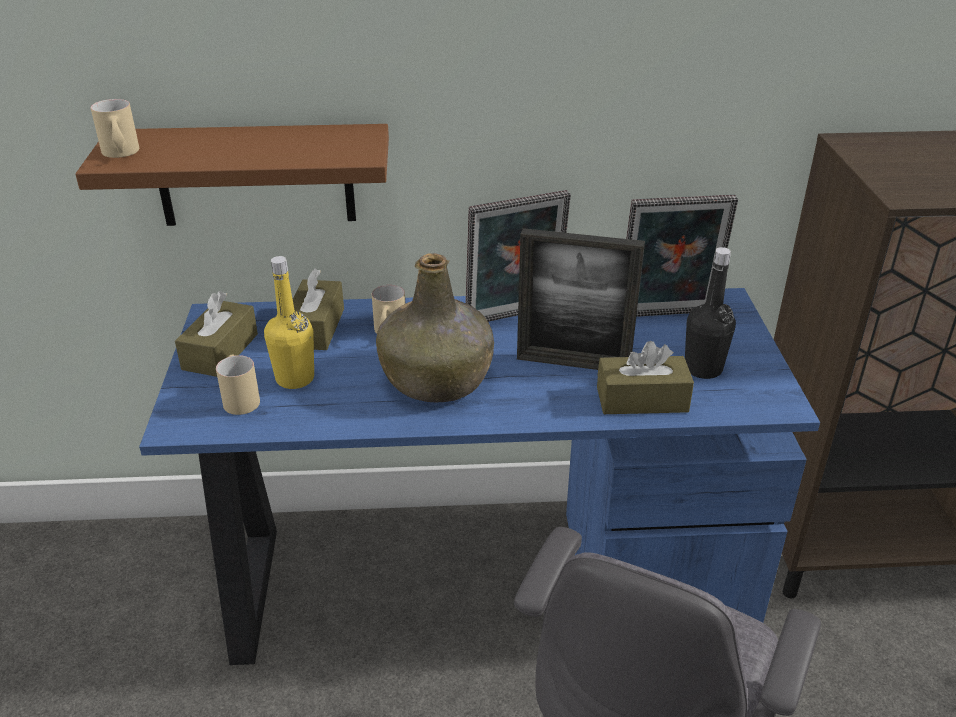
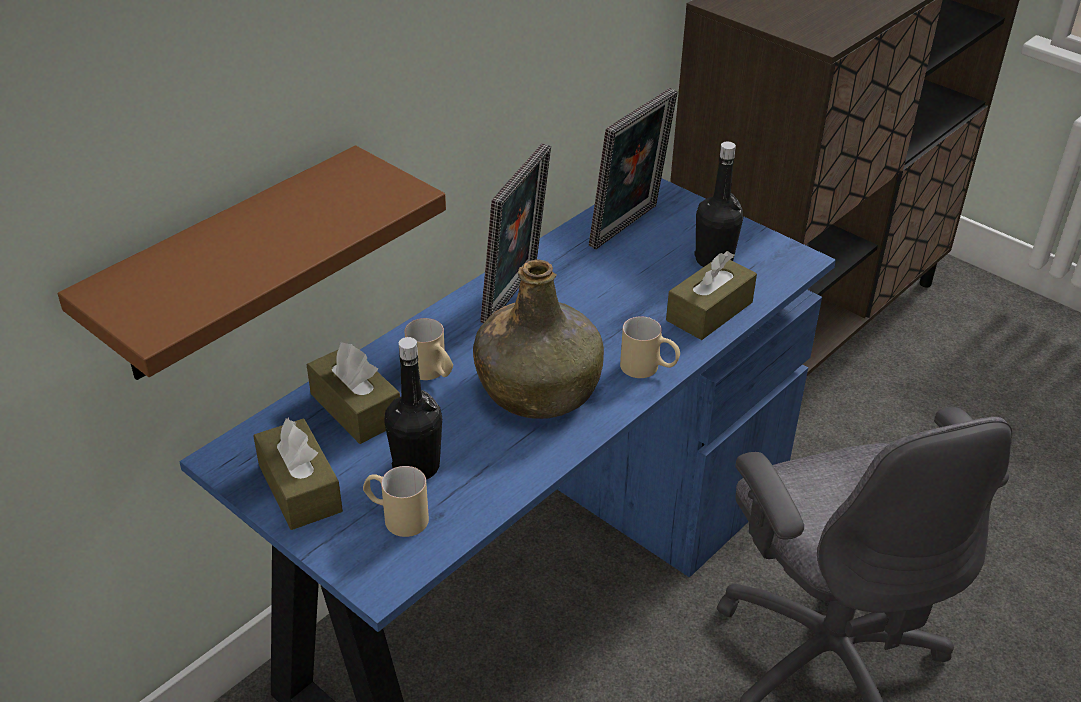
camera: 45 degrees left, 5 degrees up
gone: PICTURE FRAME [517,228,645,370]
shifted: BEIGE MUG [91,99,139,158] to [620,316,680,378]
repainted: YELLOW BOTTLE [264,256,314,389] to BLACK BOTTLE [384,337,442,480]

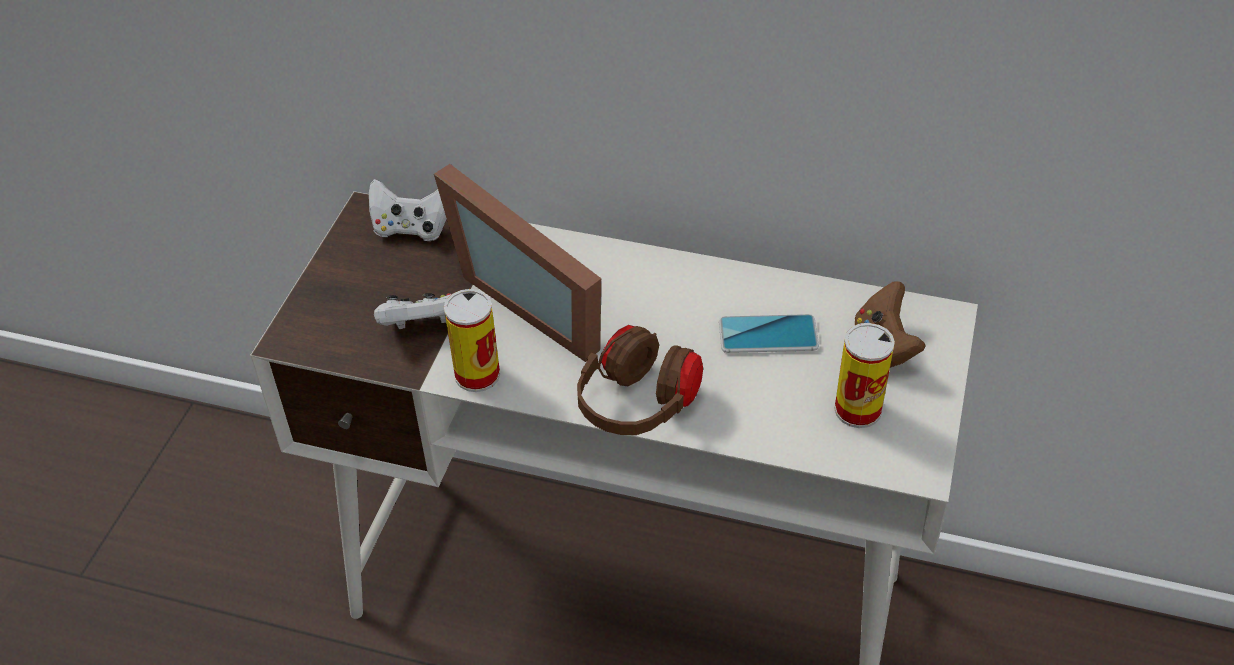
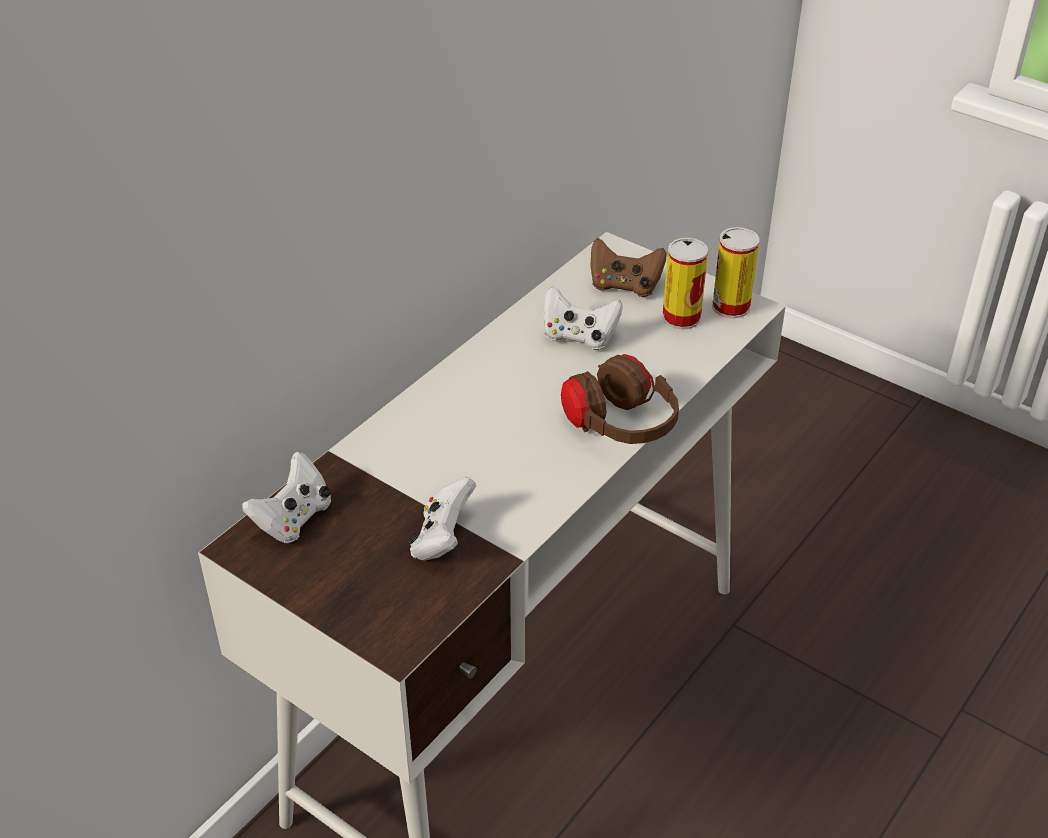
camera: 70 degrees left, 5 degrees down
gone: PICTURE FRAME [434,164,601,362]
shifted: CAN [444,289,500,392] to [712,227,759,318]
swapped: PHONE [719,314,819,353] to WHITE GAME CONTROLLER [543,285,623,350]

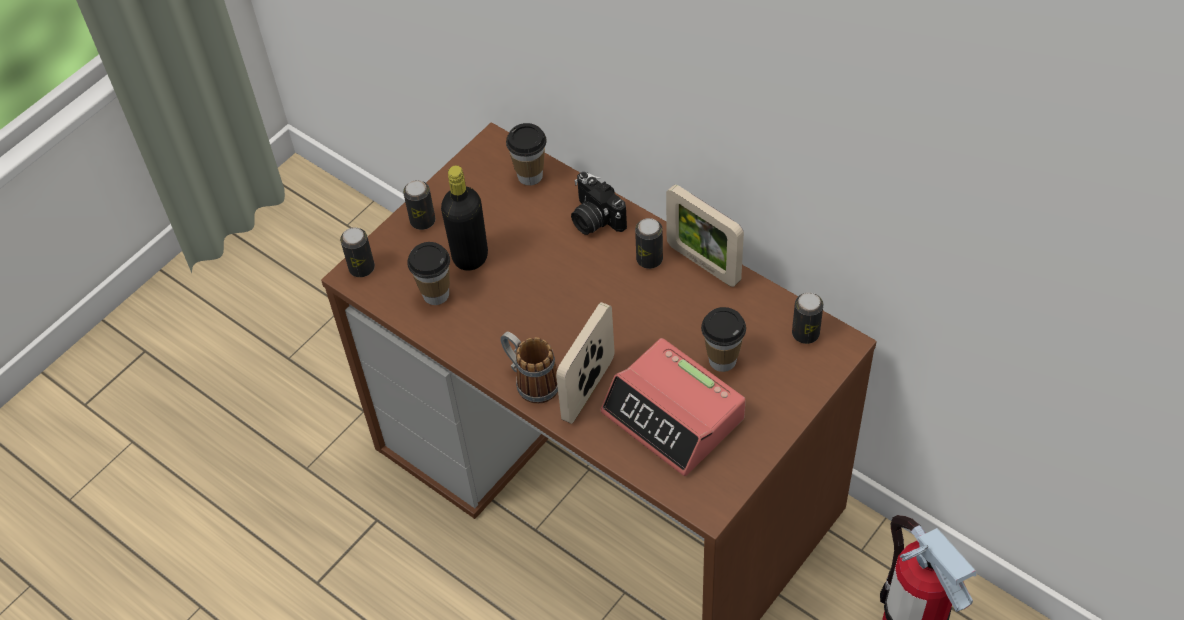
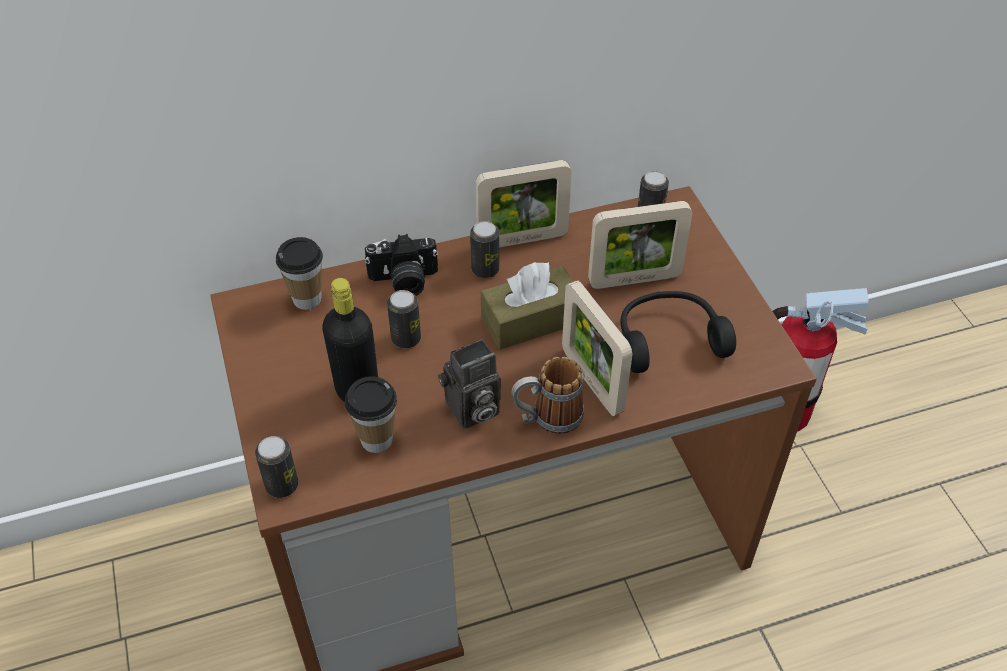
camera: 60 degrees left, 5 degrees down
new: PHOTO CAMERA [438,339,501,429]; BROWN TISSUE BOX [481,262,573,350]
shifted: CAN [403,180,435,230] to [387,290,421,348]
swapped: ALARM CLOCK [600,338,746,476] to BLACK HEADPHONES [621,291,736,373]; CUP [701,307,746,372] to PICTURE FRAME [588,201,692,289]

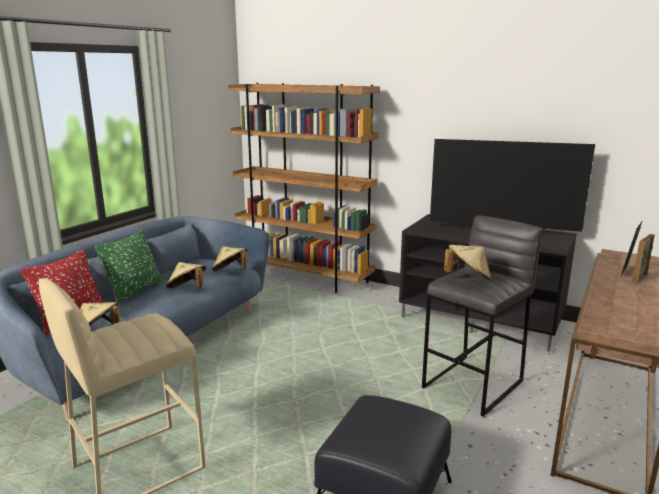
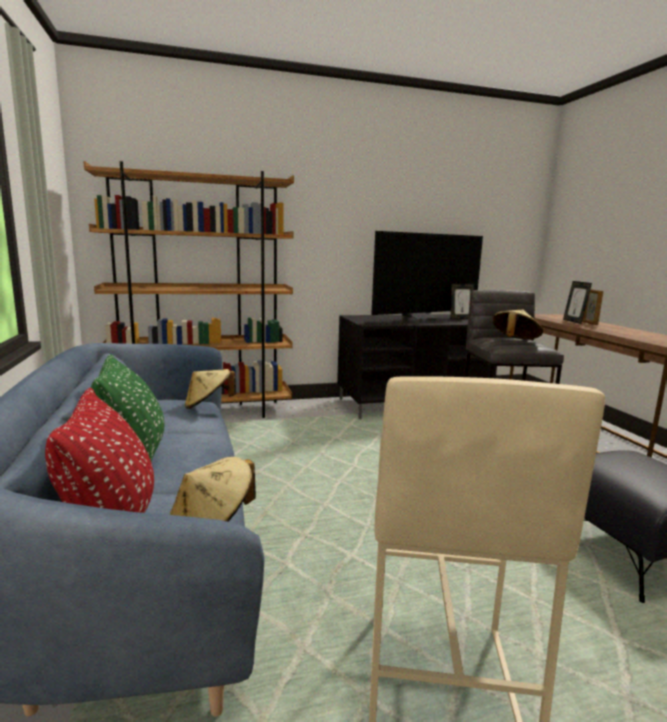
camera: 45 degrees left, 5 degrees down
gone: BEIGE HAT [166,262,206,289]
new: PICTURE FRAME [451,283,474,319]

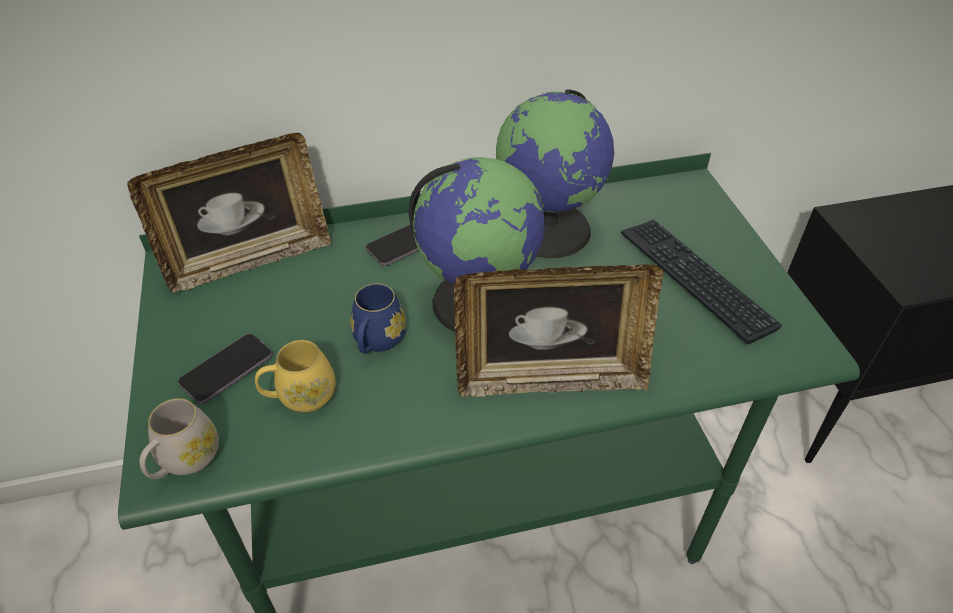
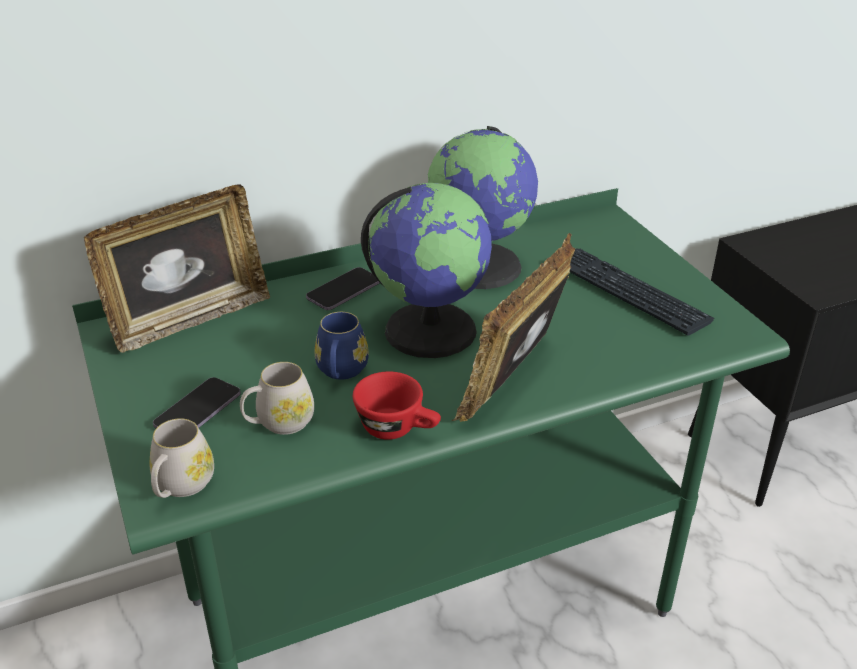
camera: 10 degrees left, 10 degrees down
new: RED CUP [353,371,441,440]
repainted: YELLOW MUG [255,340,336,412] to WHITE MUG [240,362,314,435]
rotated: PICTURE FRAME [453,264,664,397] = [452,233,575,422] 135 degrees clockwise

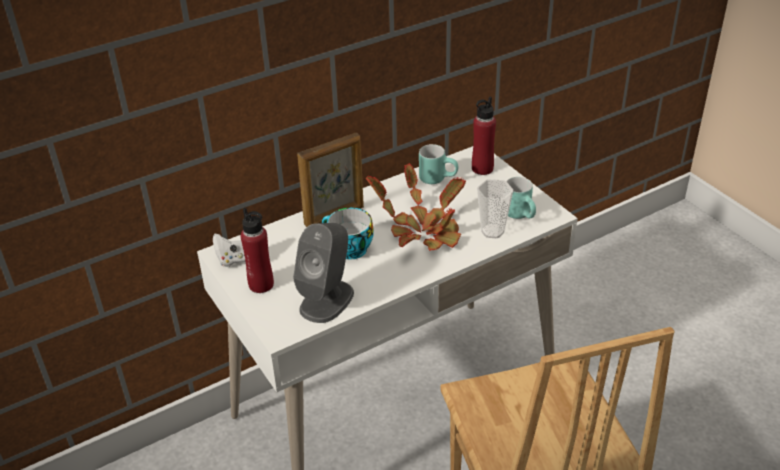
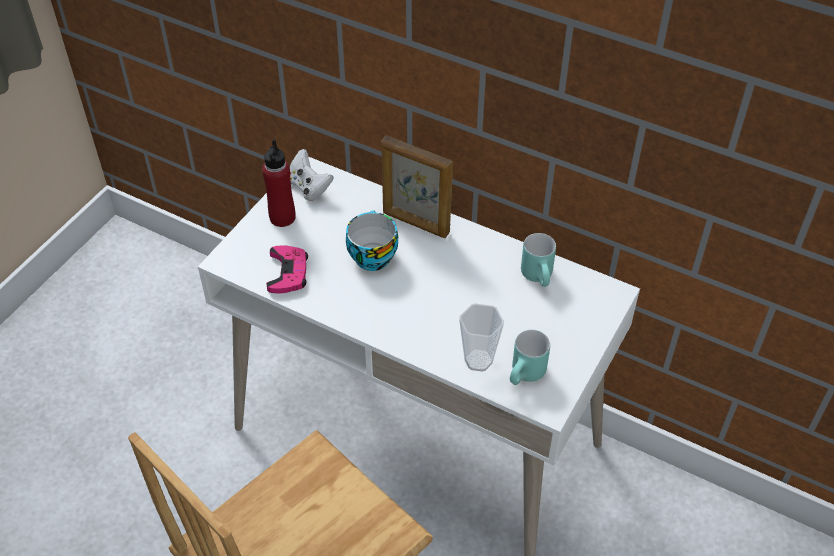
camera: 60 degrees right, 10 degrees up
gone: POTTED PLANT [366,163,466,251]; RED BOTTLE [472,96,496,175]
swapped: GREY SPEAKER [293,223,354,323] to PINK GAME CONTROLLER [266,245,308,293]

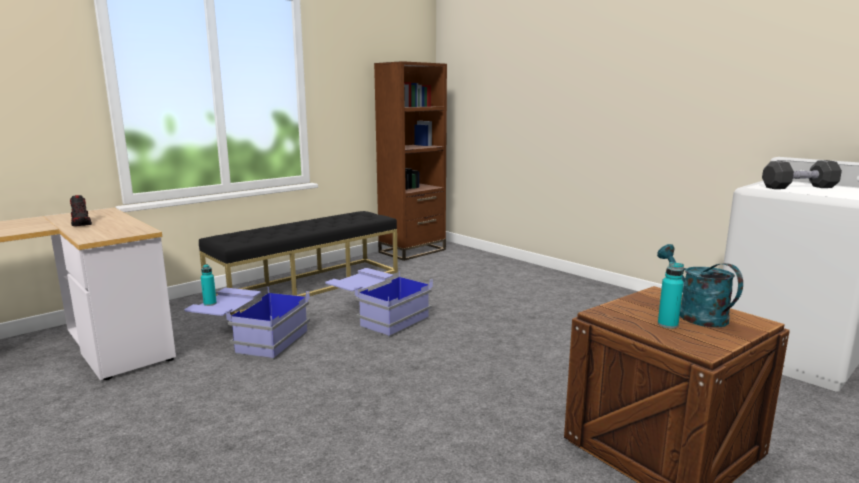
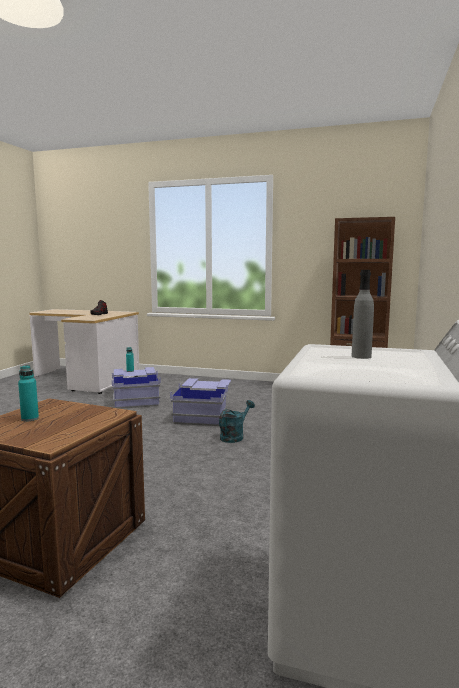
camera: 60 degrees right, 5 degrees down
gone: BLACK BENCH [199,211,398,318]
shifted: TURQUOISE WATERING CAN [657,244,743,327] to [219,400,255,443]
swapped: BLACK DUMBBELL [762,160,842,189] to GREY BOTTLE [351,270,374,359]

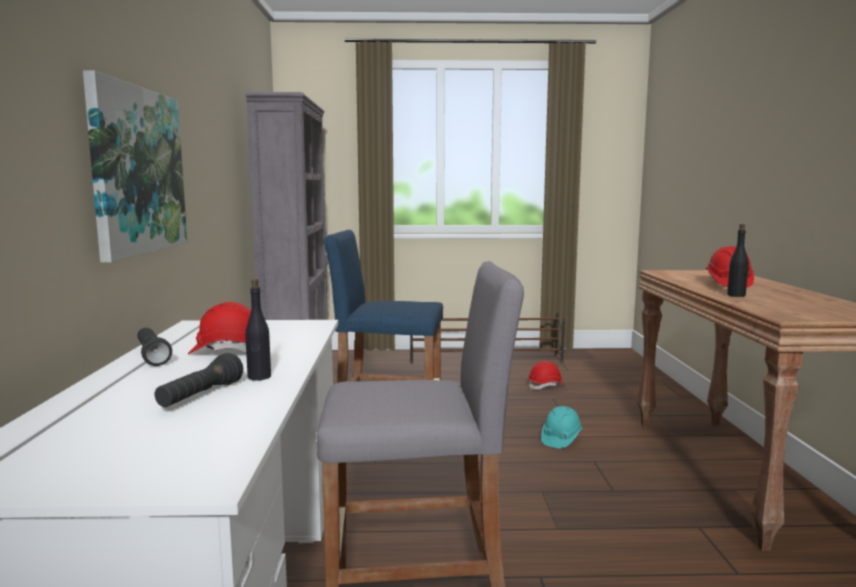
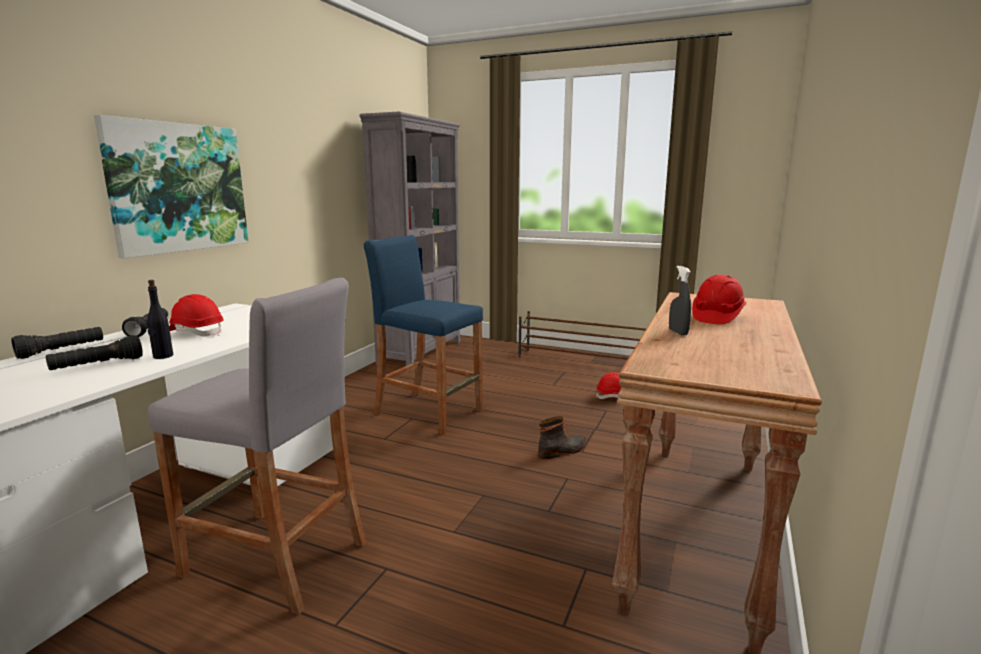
camera: 25 degrees right, 5 degrees up
new: BLACK FLASHLIGHT [11,327,103,359]
swapped: TURQUOISE HARD HAT [541,406,582,448] to BOOT [538,416,586,459]; BLACK BOTTLE [727,224,749,297] to GREY SPRAY BOTTLE [669,266,691,336]

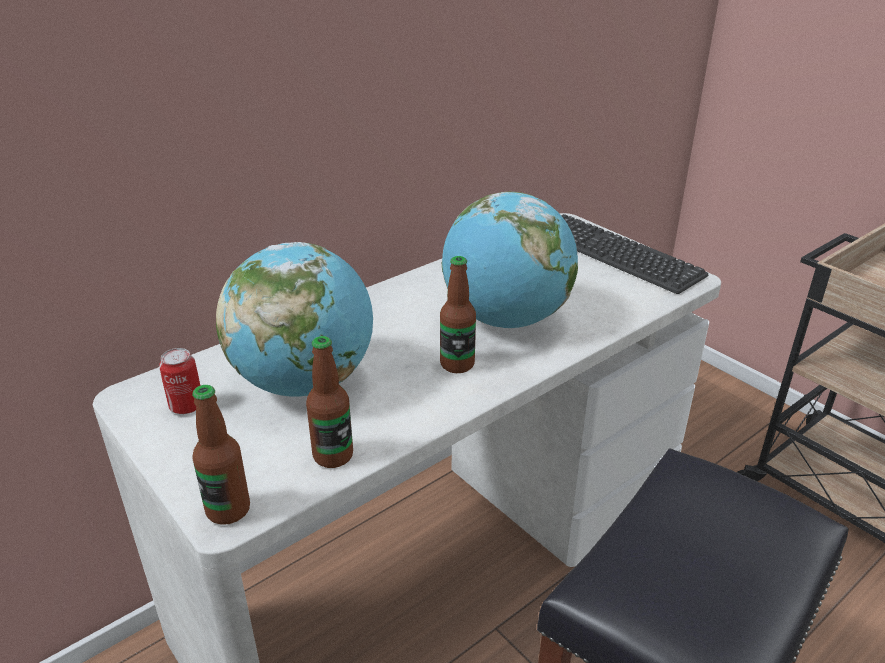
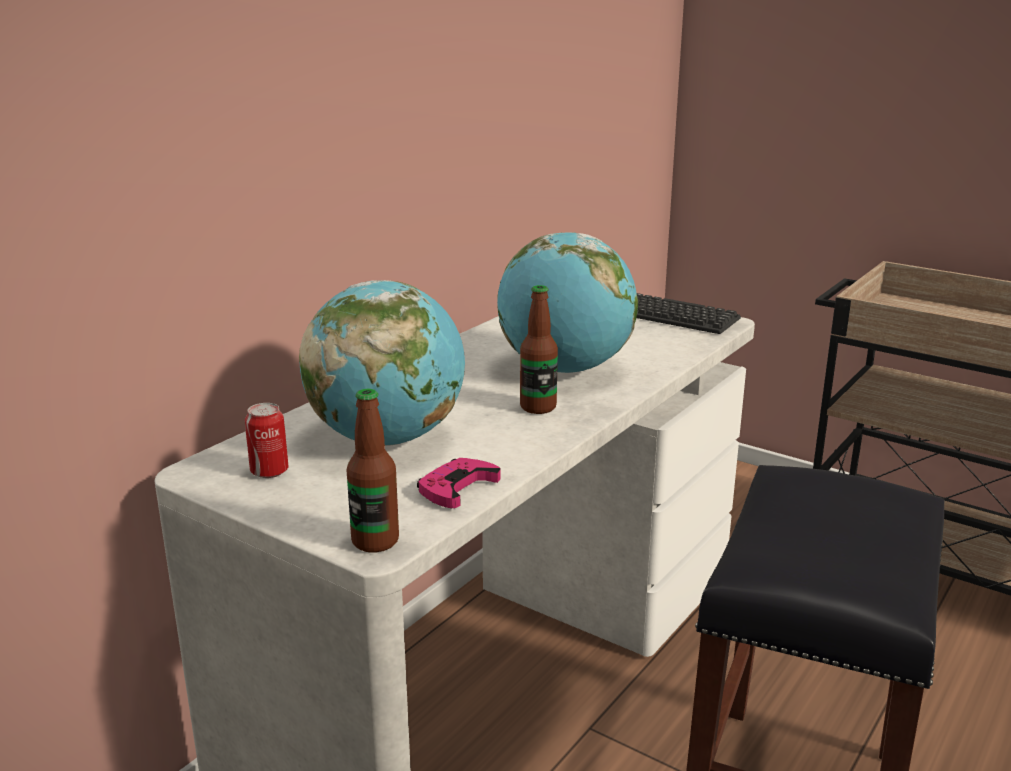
camera: 15 degrees left, 10 degrees down
swapped: BOTTLE [306,336,353,468] to PINK GAME CONTROLLER [417,458,501,508]

